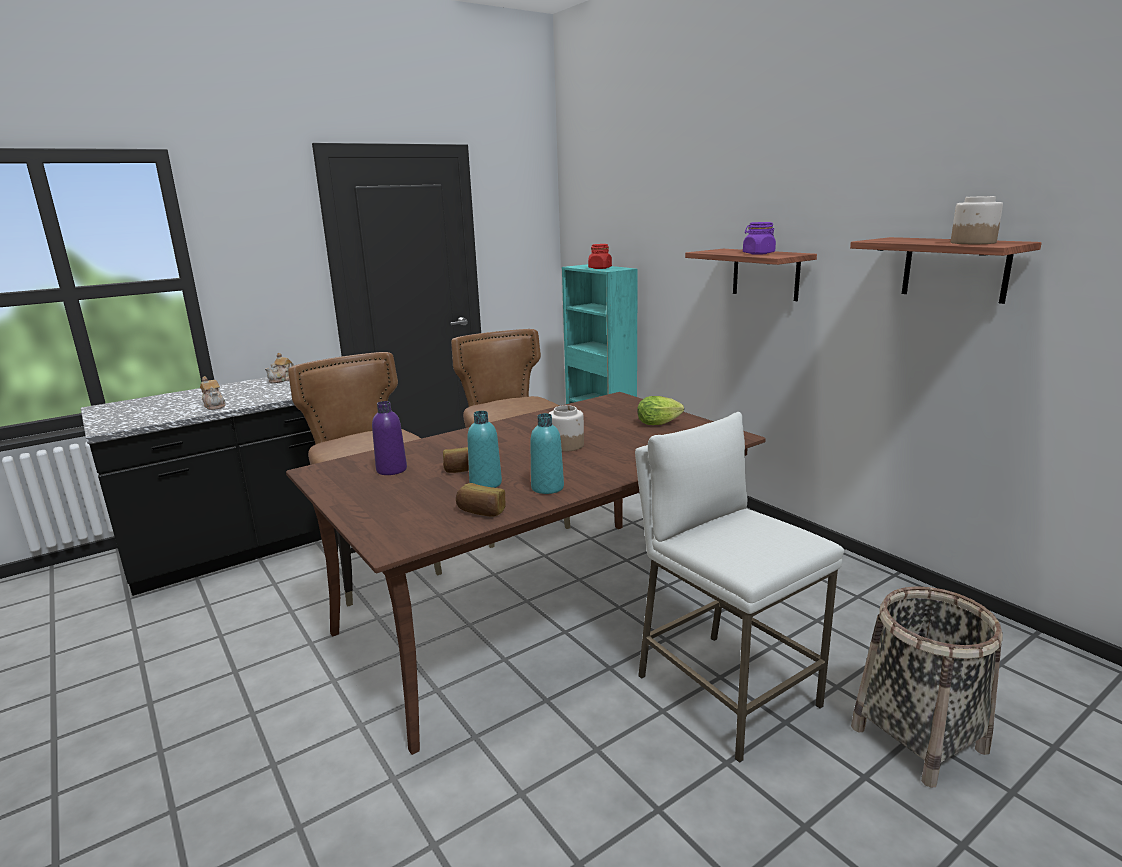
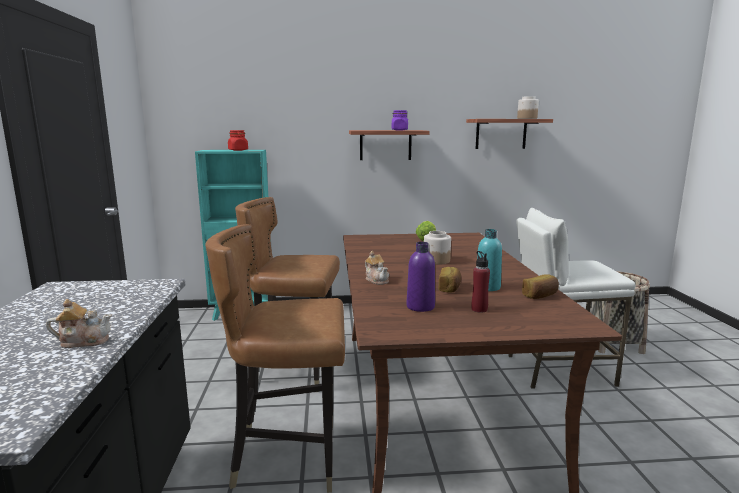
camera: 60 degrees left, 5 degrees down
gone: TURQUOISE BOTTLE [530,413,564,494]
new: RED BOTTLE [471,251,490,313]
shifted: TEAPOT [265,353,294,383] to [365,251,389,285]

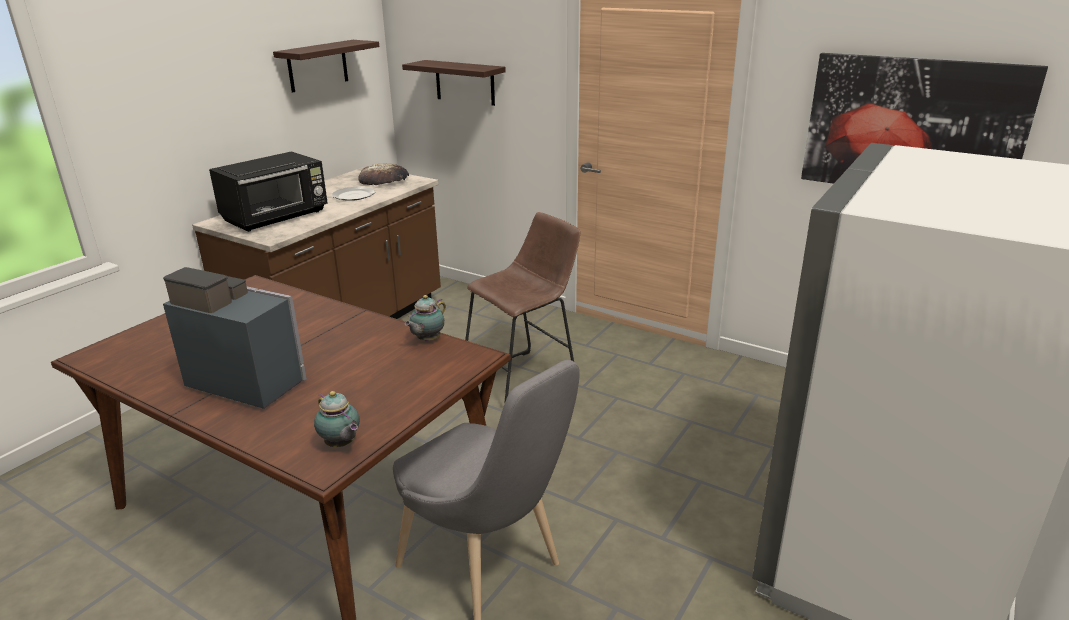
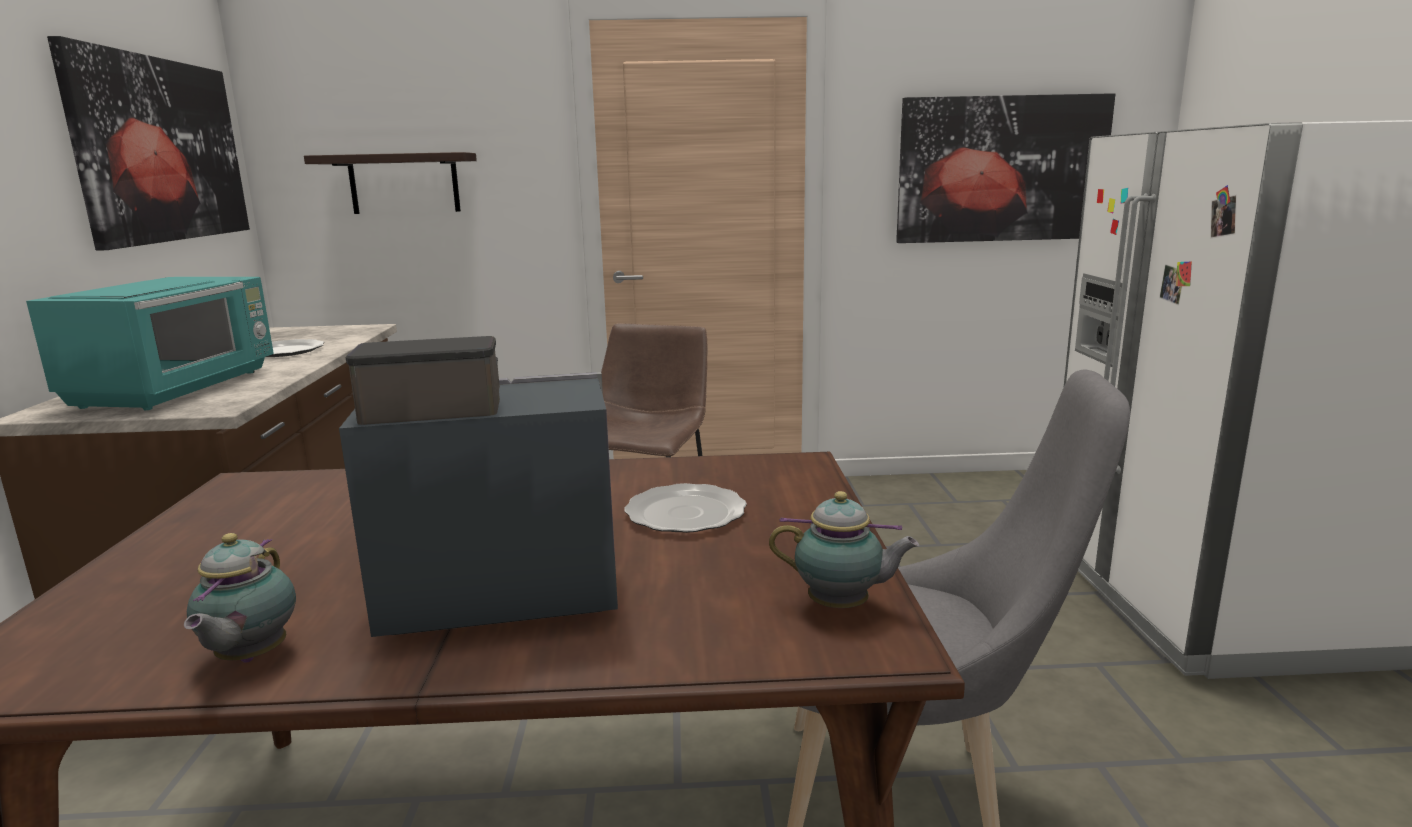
camera: 35 degrees left, 10 degrees down
gone: BREAD [358,163,409,185]
new: PLATE [625,483,747,533]
shifted: TEAPOT [405,295,446,341] to [184,533,296,663]
swapped: SHELF [273,40,380,93] to PICTURE [47,36,250,251]
repainted: BLACK MICROWAVE [209,151,328,232] to TURQUOISE MICROWAVE [26,277,274,410]

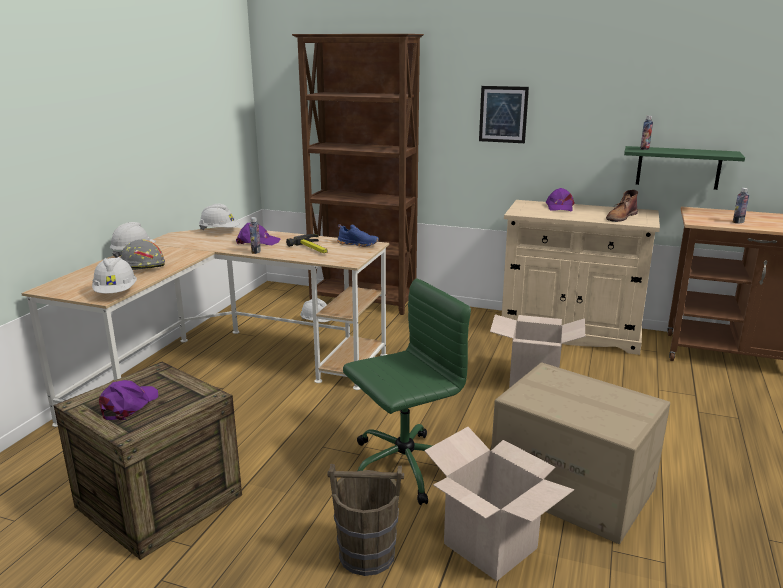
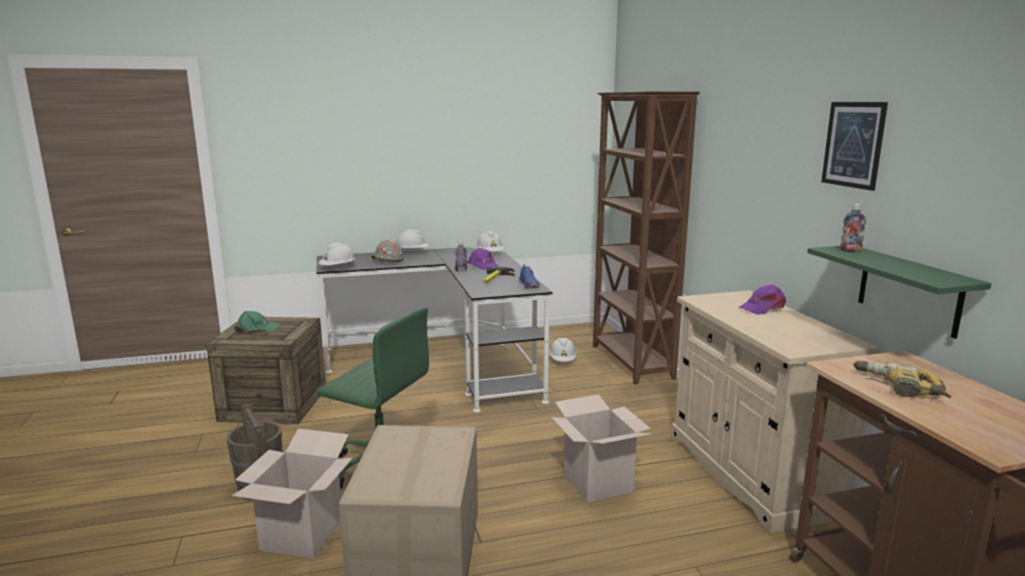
camera: 55 degrees right, 5 degrees down
gone: BROWN BOOT [606,190,638,222]
shifted: PICTURE [479,86,529,143] to [821,102,888,191]
swapped: BOTTLE [733,188,749,223] to POWER DRILL [853,360,951,398]
repainted: BEIGE DESK [21,227,389,427] to BLACK DESK [316,247,553,412]; PURPLE CAP [99,380,158,420] to GREEN CAP [234,311,280,333]

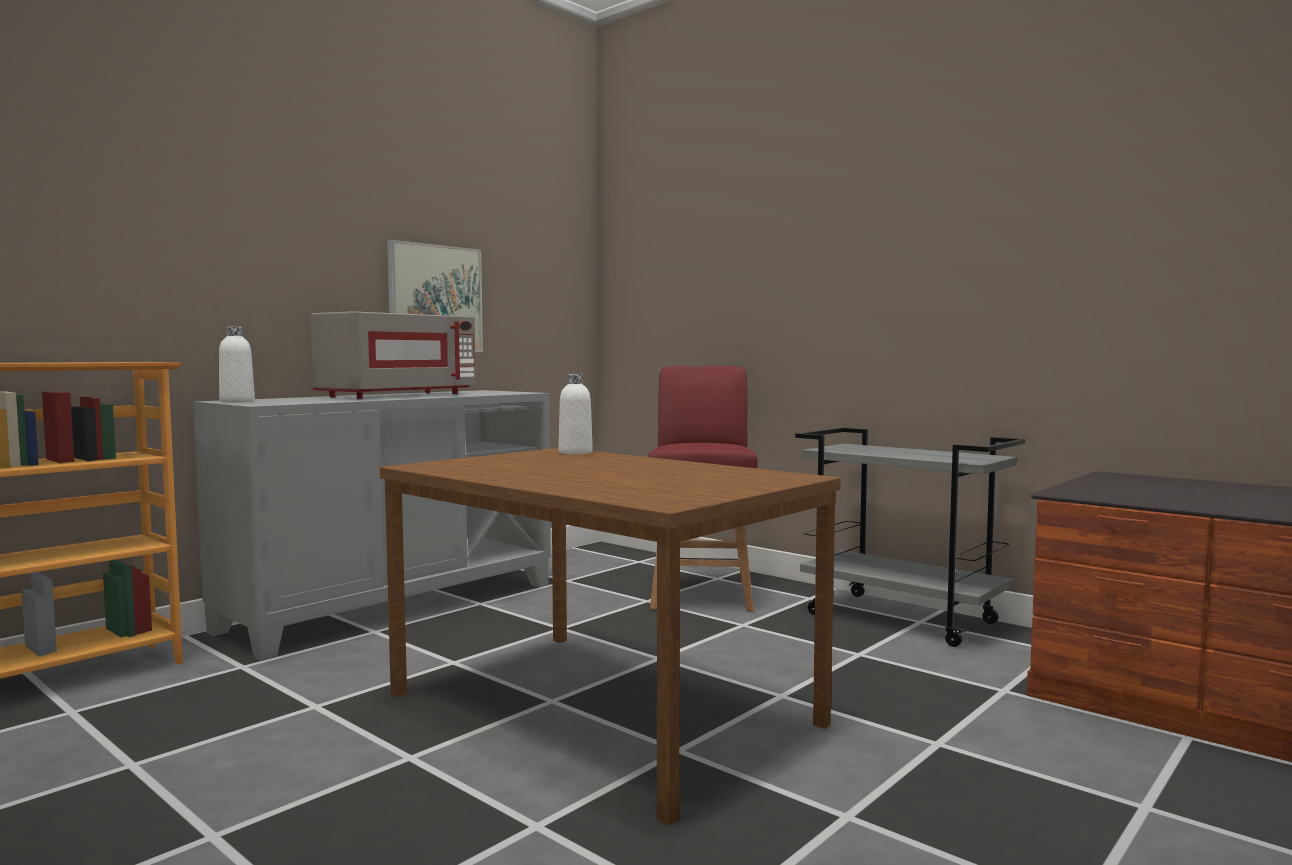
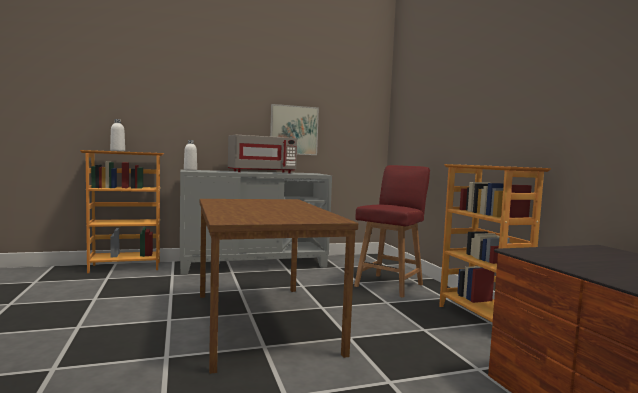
camera: 30 degrees right, 0 degrees up
shifted: WHITE BOTTLE [559,374,593,454] to [110,119,125,151]
swapped: GREY CART [795,428,1025,647] to BOOKCASE [439,164,551,327]

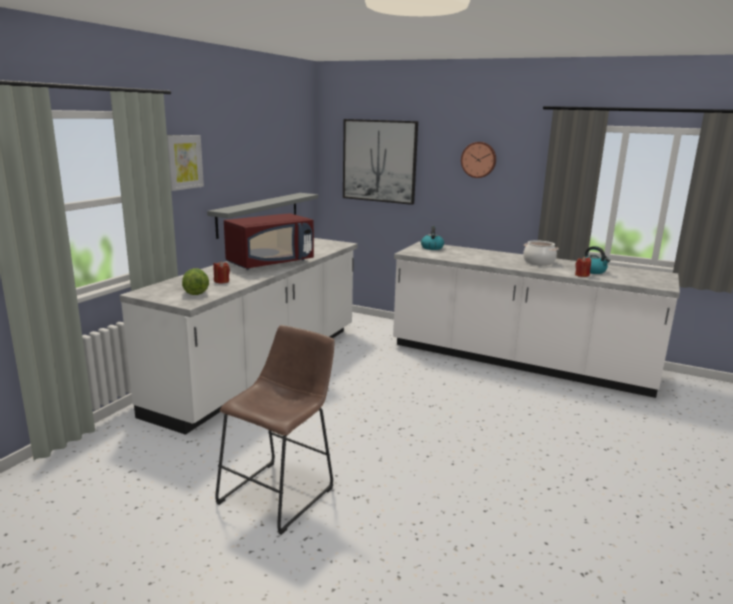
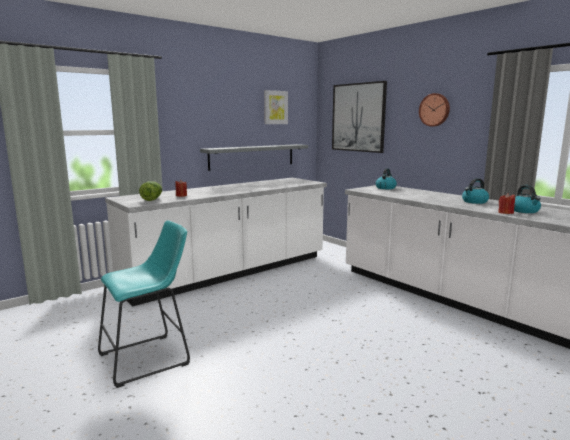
camera: 25 degrees right, 5 degrees down
gone: RED MICROWAVE [224,213,314,270]
shifted: PICTURE [167,135,204,191] to [264,90,288,124]
swapped: COOKING POT [523,240,559,266] to KETTLE [462,178,489,204]
repainted: BROWN STOOL [215,325,334,535] to TURQUOISE STOOL [98,220,190,388]

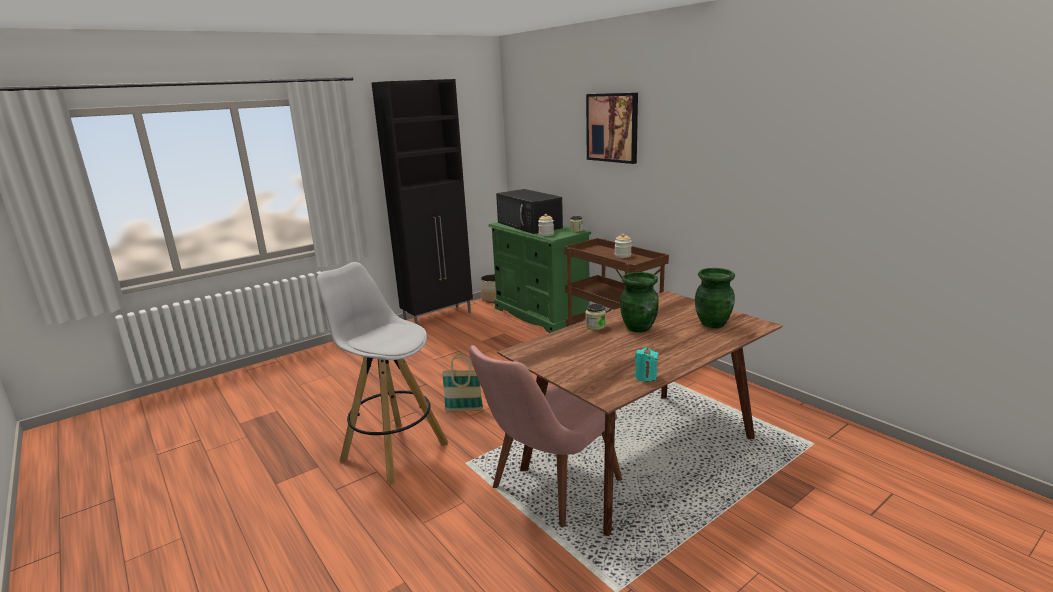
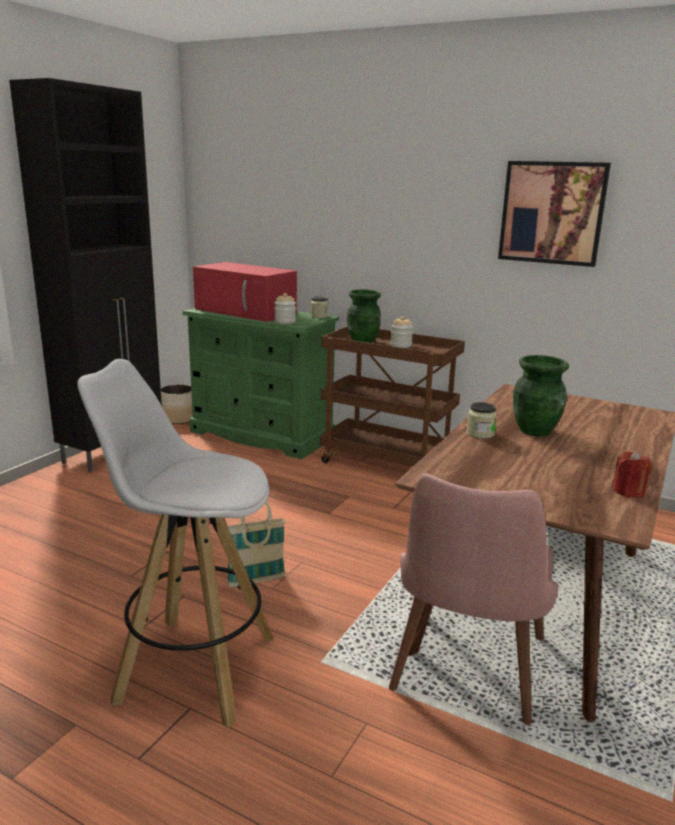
camera: 25 degrees left, 0 degrees up
shifted: PICTURE [586,93,638,164] to [498,161,611,267]; GREEN VASE [695,268,735,328] to [347,289,381,343]
repainted: BLACK MICROWAVE [496,189,563,234] to RED MICROWAVE [193,262,297,322]; TURQUOISE CANDLE [635,348,659,382] to RED CANDLE [612,451,652,498]

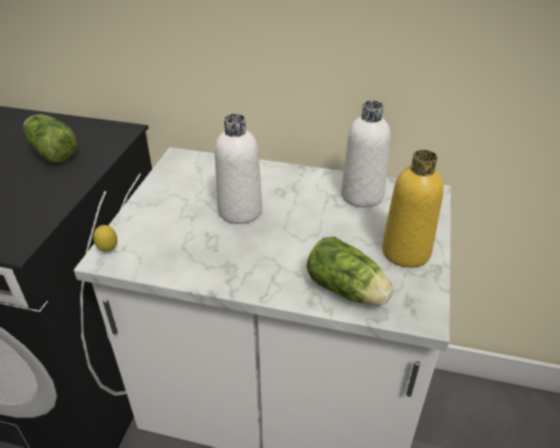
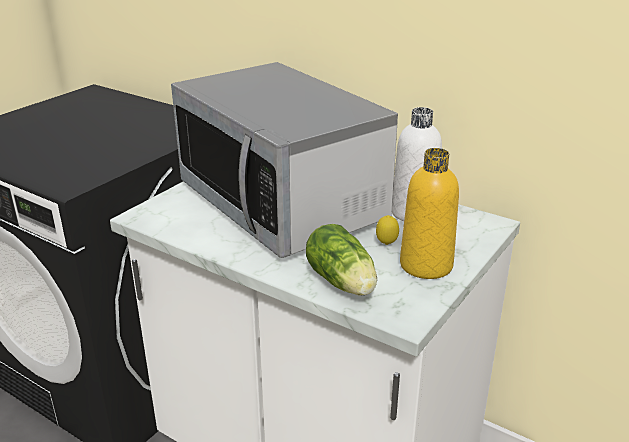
camera: 20 degrees right, 10 degrees down
gone: LETTUCE [23,114,77,163]
shifted: LEMON [93,225,117,252] to [376,215,399,245]
swapped: WHITE BOTTLE [215,114,262,224] to MICROWAVE [171,62,398,258]

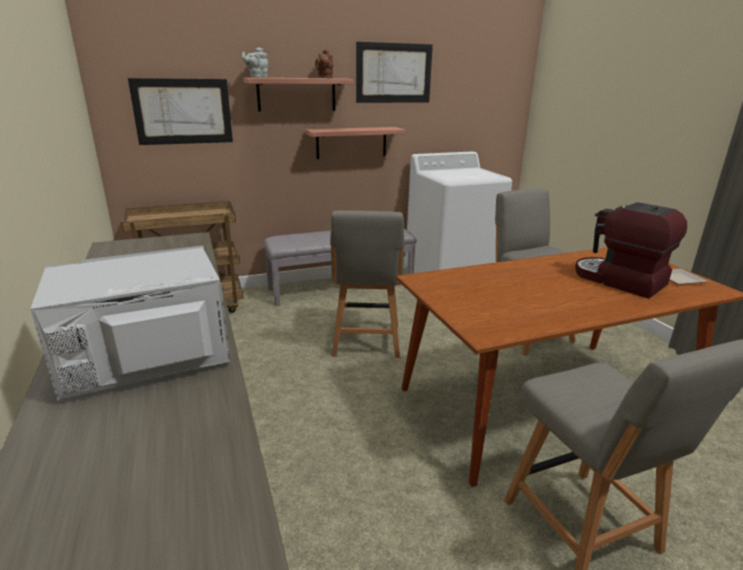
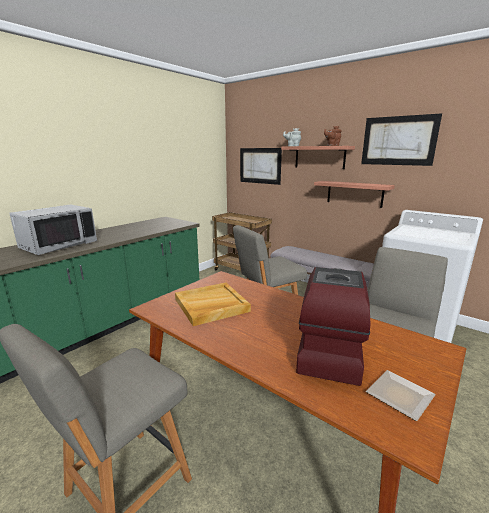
camera: 60 degrees right, 5 degrees down
new: BEIGE TRAY [175,283,251,326]
rotated: GREY MICROWAVE [30,246,230,400] = [10,204,97,255] 90 degrees clockwise

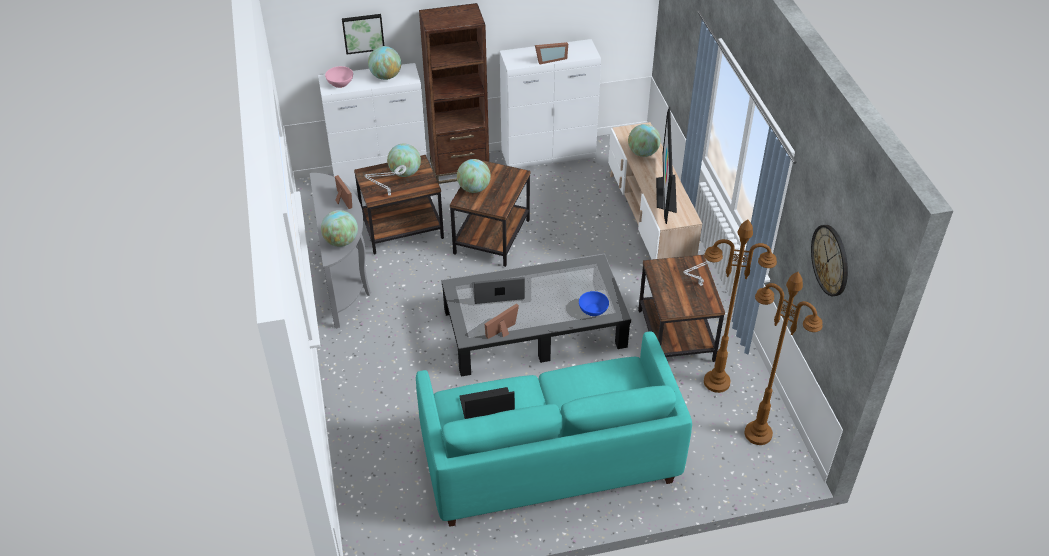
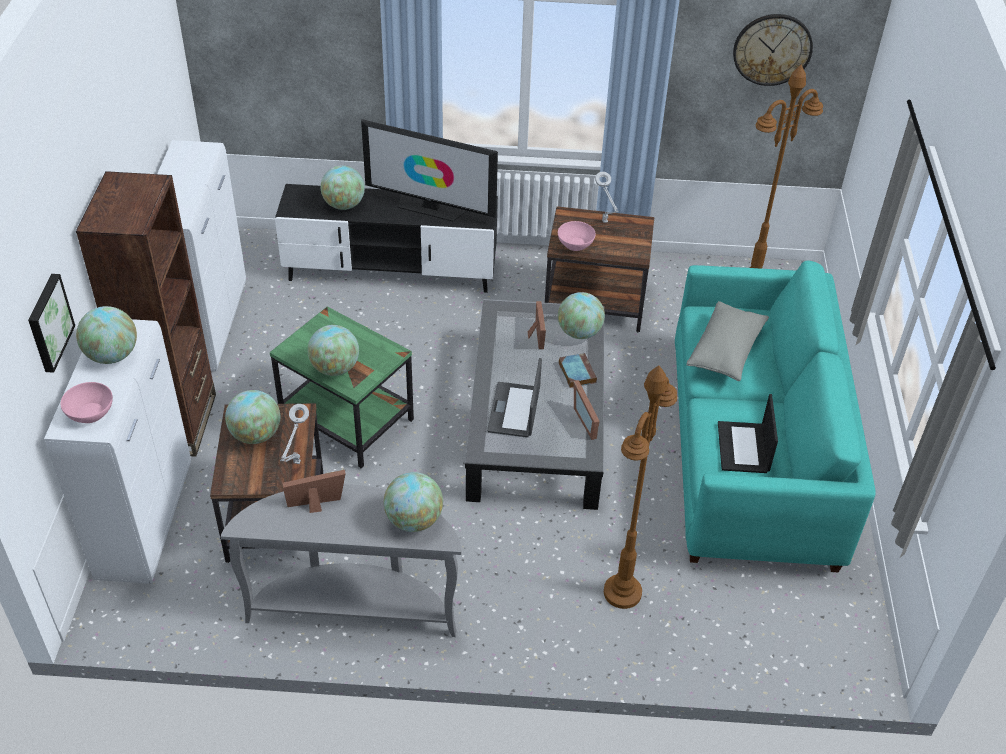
camera: 75 degrees left, 0 degrees up
new: PINK BOWL [558,221,596,251]; BOOK [559,353,597,388]; GREY PILLOW [686,301,769,381]
shifted: PICTURE FRAME [535,42,568,65] to [528,301,546,349]; BROWN FLOOR LAMP [704,219,777,393] to [604,366,677,609]
swapped: BLUE BOWL [579,291,609,316] to GLOBE [558,292,605,339]
repainted: BROWN SIDE TABLE [450,159,530,267] to GREEN SIDE TABLE [270,307,414,468]; BEIGE TV STAND [608,122,702,259] to BLACK TV STAND [275,184,498,293]

